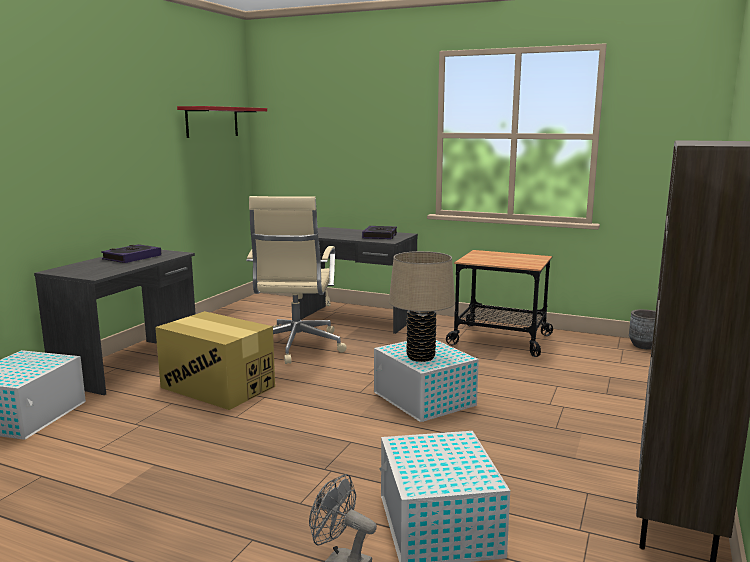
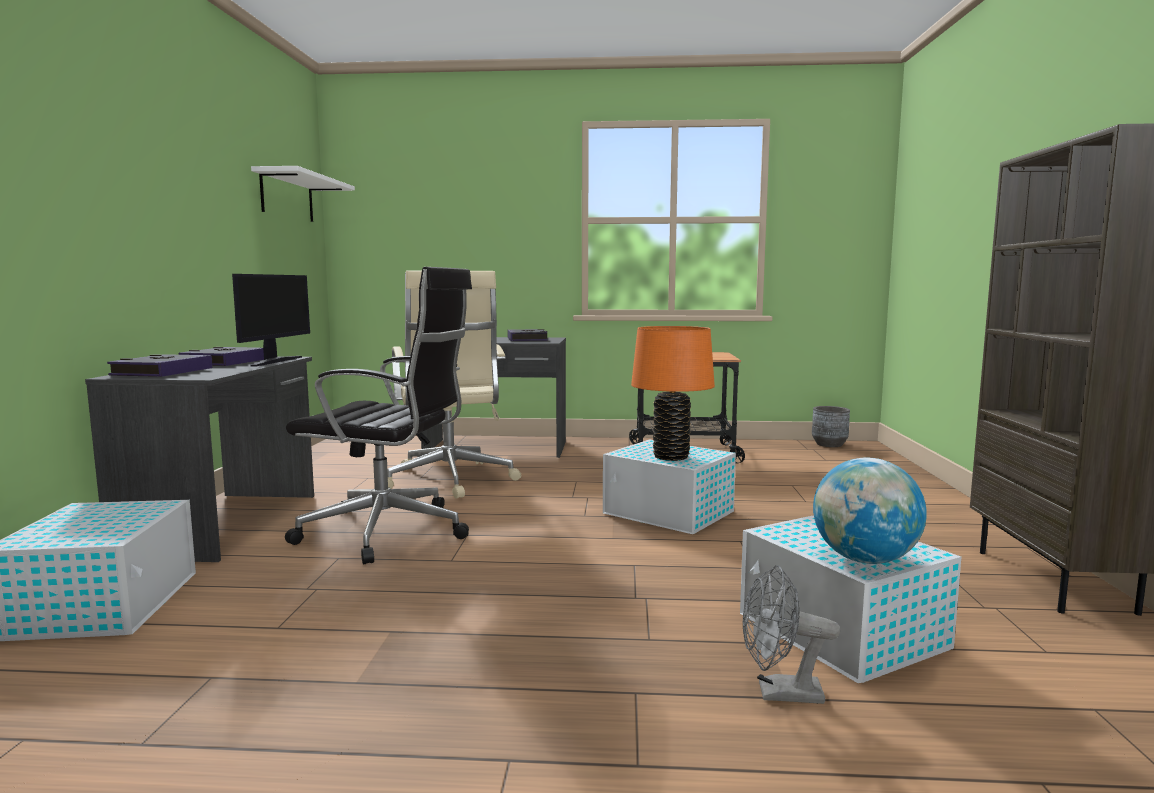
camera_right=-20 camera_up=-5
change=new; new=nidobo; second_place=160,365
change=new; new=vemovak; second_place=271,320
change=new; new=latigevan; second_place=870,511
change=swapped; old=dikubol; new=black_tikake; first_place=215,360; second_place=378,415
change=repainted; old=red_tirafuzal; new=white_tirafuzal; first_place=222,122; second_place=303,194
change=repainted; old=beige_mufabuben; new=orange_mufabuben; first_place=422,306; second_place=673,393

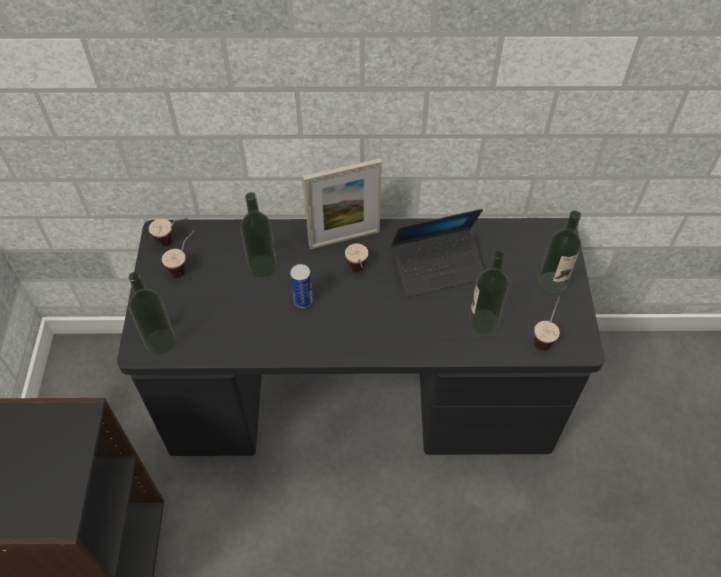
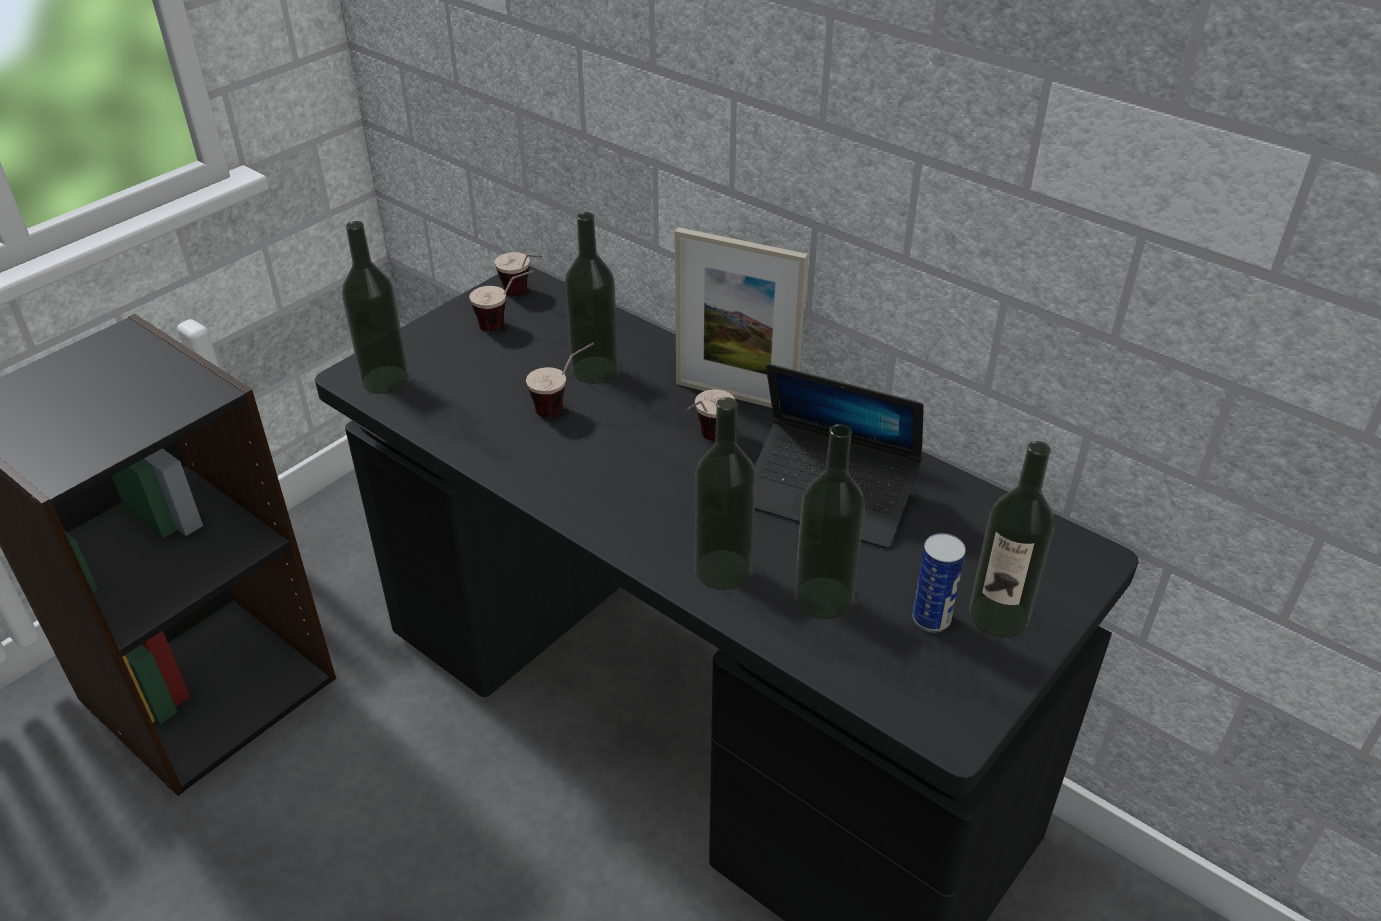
camera_right=40 camera_up=-15
change=new; new=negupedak; second_place=725,493
change=shifted; old=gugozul; first_place=301,286; second_place=939,583
change=shifted; old=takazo; first_place=547,323; second_place=560,380

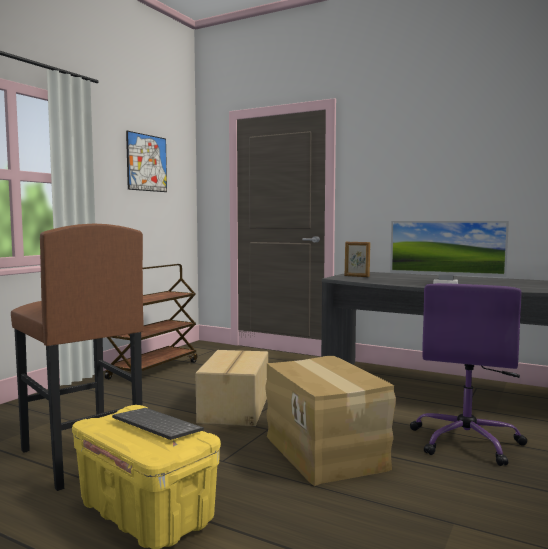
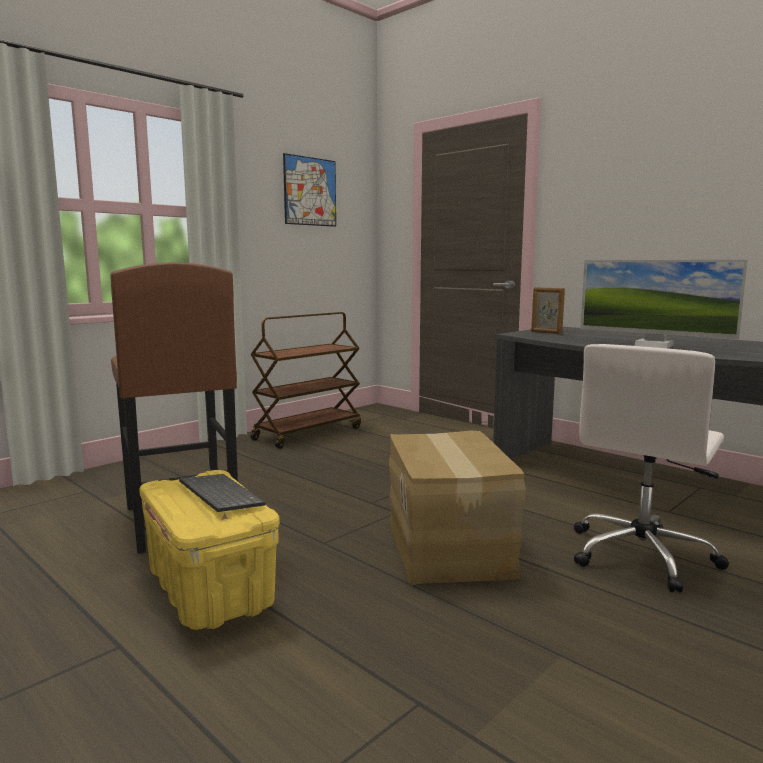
camera_right=15 camera_up=5
change=gone; old=dikubol; first_place=232,388
change=repainted; old=purple_tikake; new=white_tikake; first_place=469,374; second_place=651,468

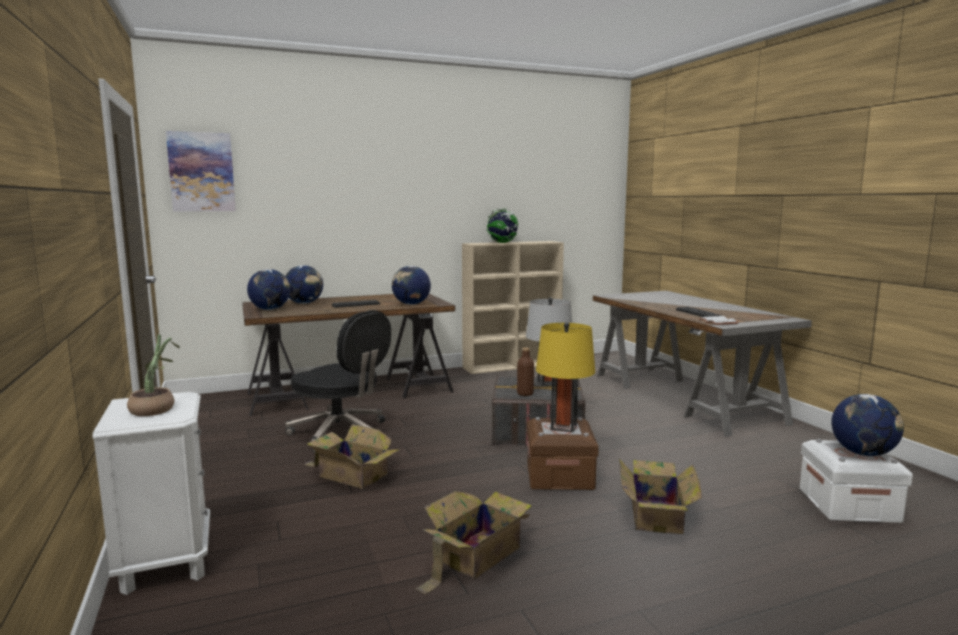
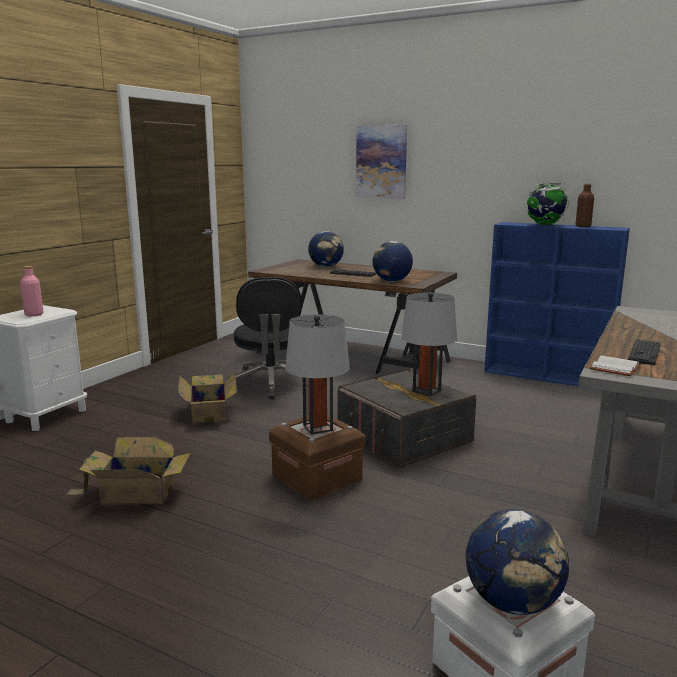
camera_right=50 camera_up=5
change=gone; old=latigevan; first_place=268,289
change=gone; old=dikubol; first_place=660,496
change=shifted; old=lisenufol; first_place=201,171; second_place=381,162
change=shifted; old=brown_negupedak; first_place=525,372; second_place=585,205
change=swapped; old=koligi; new=pink_negupedak; first_place=153,375; second_place=32,291
change=repainted; old=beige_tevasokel; new=blue_tevasokel; first_place=513,307; second_place=557,306
change=repainted; old=yellow_mufabuben; new=grey_mufabuben; first_place=565,377; second_place=317,374

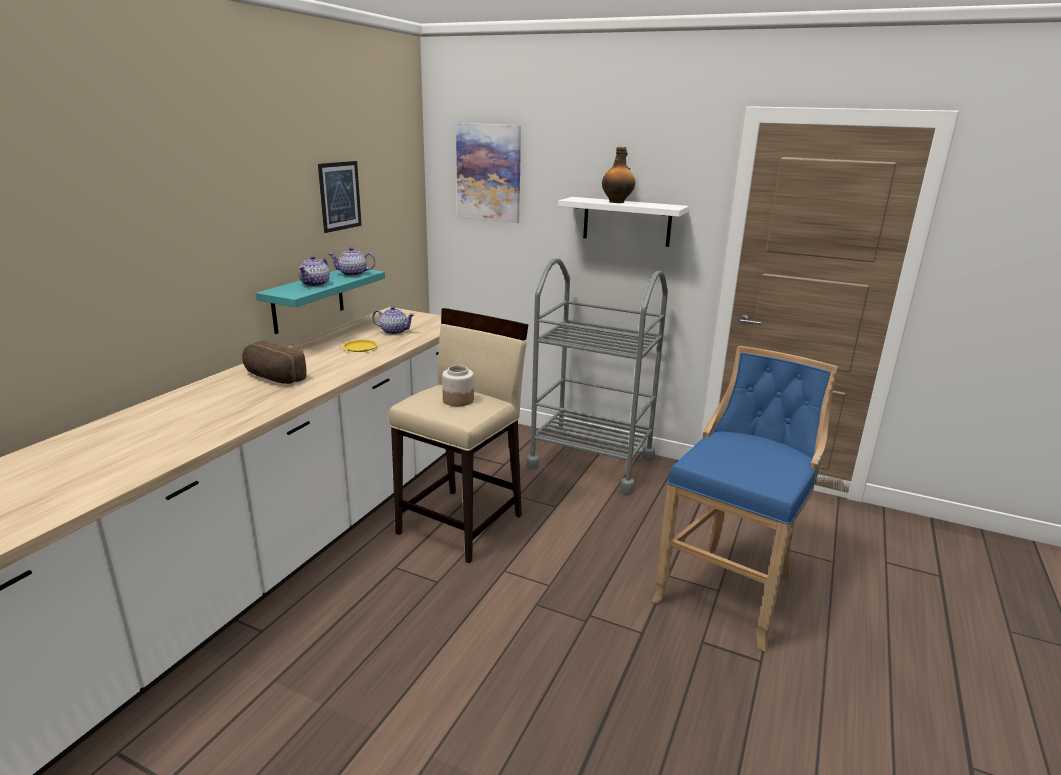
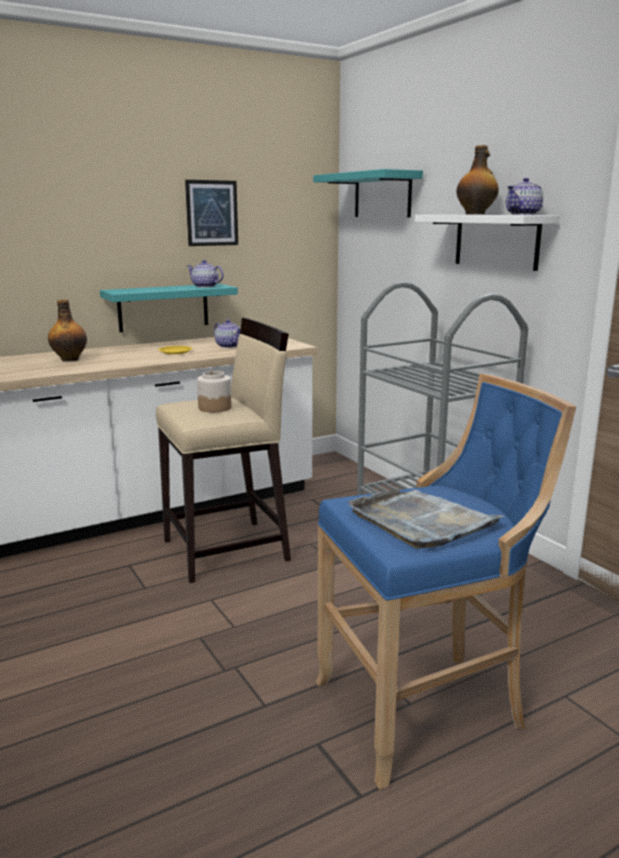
camera_right=35 camera_up=-5
change=new; new=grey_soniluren; second_place=426,519
change=shifted; old=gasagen; first_place=314,271; second_place=524,196
change=swapped; old=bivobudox; new=negupedak; first_place=274,362; second_place=67,330
change=swapped; old=lisenufol; new=turquoise_tirafuzal; first_place=488,173; second_place=368,193

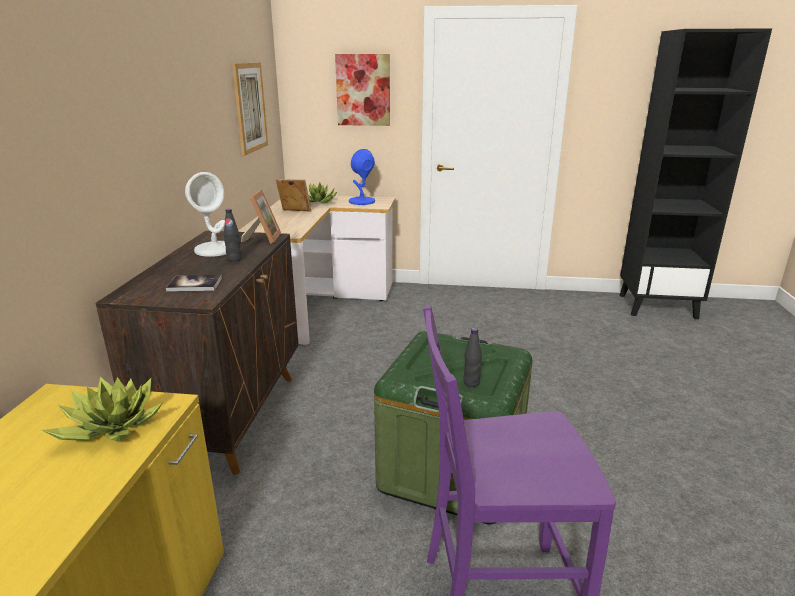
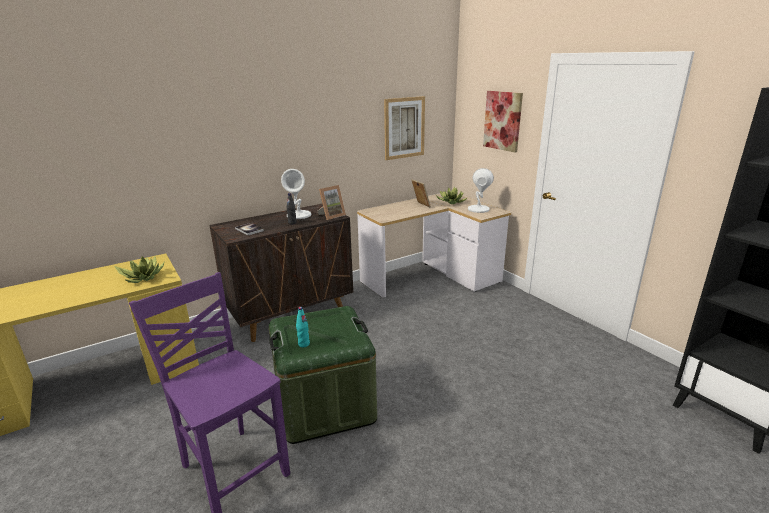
camera_right=50 camera_up=0
change=repainted; old=blue_mufabuben; new=white_mufabuben; first_place=362,177; second_place=481,190
change=repainted; old=black_negupedak; new=turquoise_negupedak; first_place=472,357; second_place=303,327

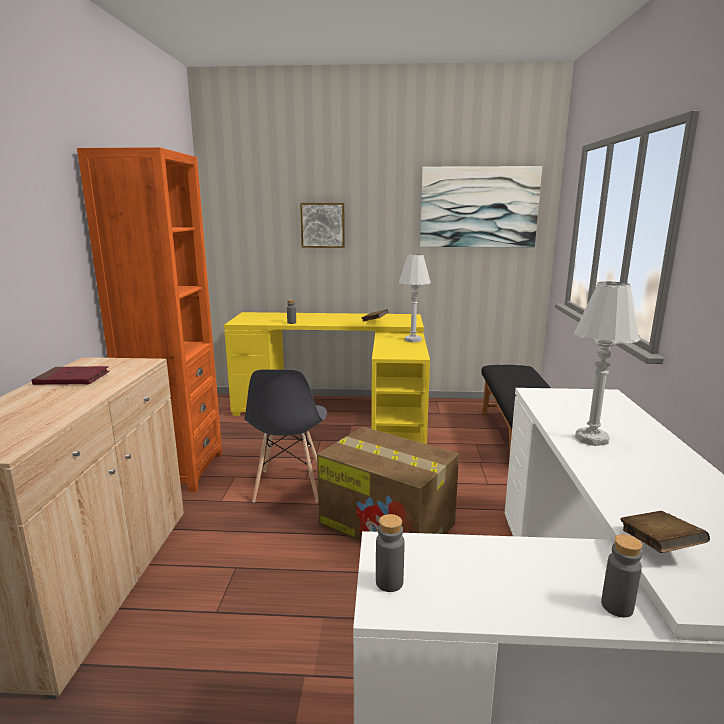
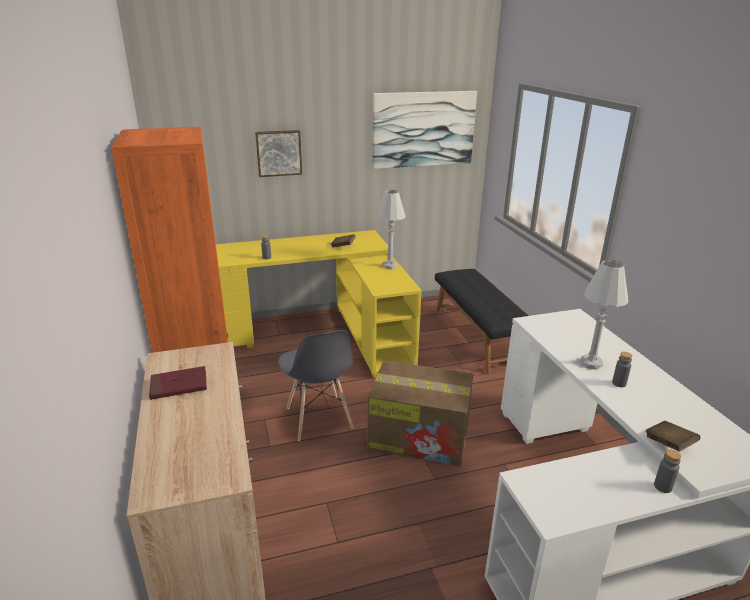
camera_right=-20 camera_up=10
change=shifted; old=grey_negupedak; first_place=390,553; second_place=622,369

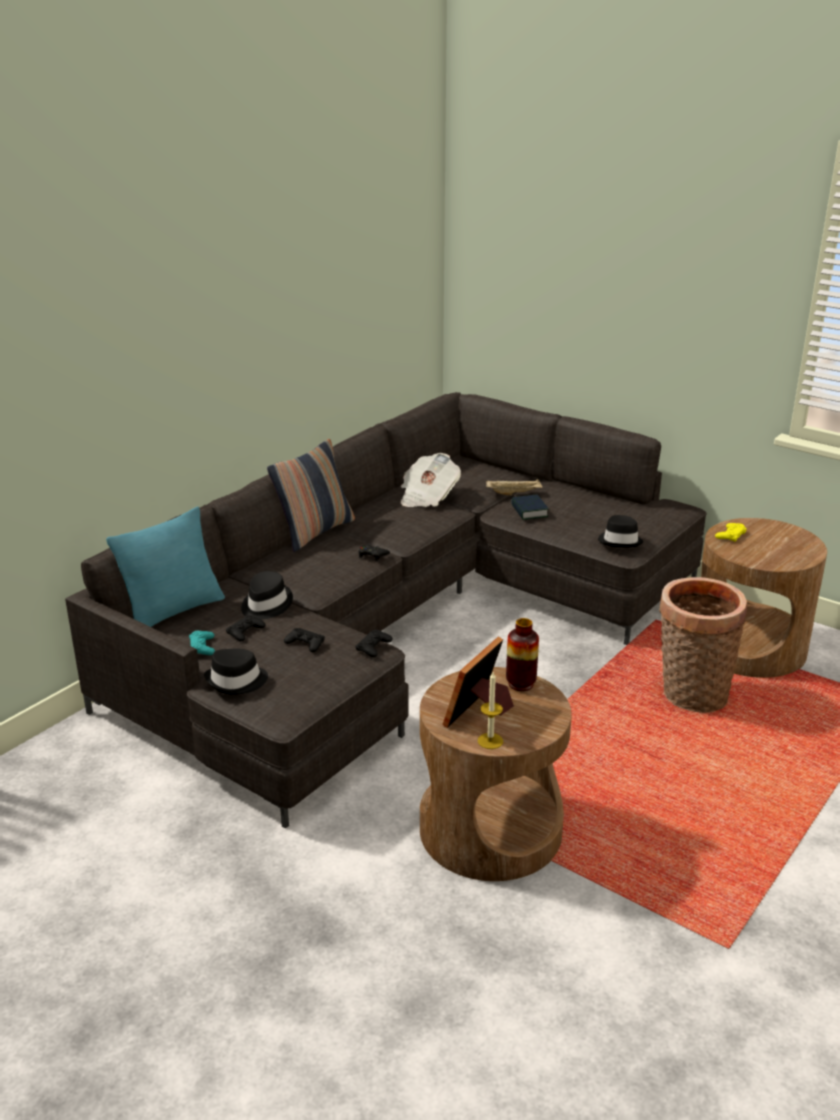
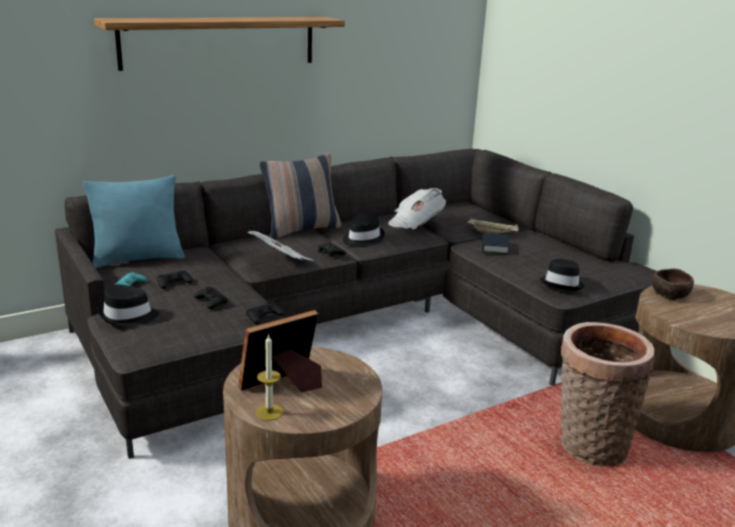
camera_right=20 camera_up=-5
change=gone; old=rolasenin; first_place=522,654
change=new; new=tirafuzal; second_place=219,44
change=new; new=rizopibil; second_place=279,245
change=shifted; old=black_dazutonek; first_place=267,595; second_place=364,230
change=swapped; old=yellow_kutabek; new=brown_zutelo; first_place=731,532; second_place=673,284

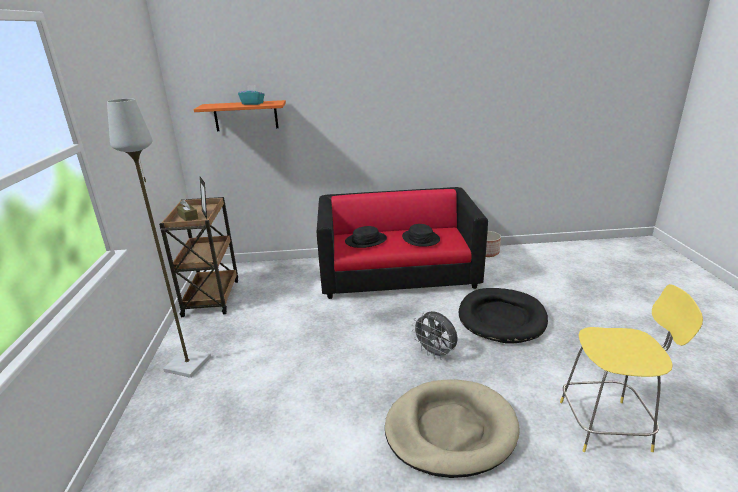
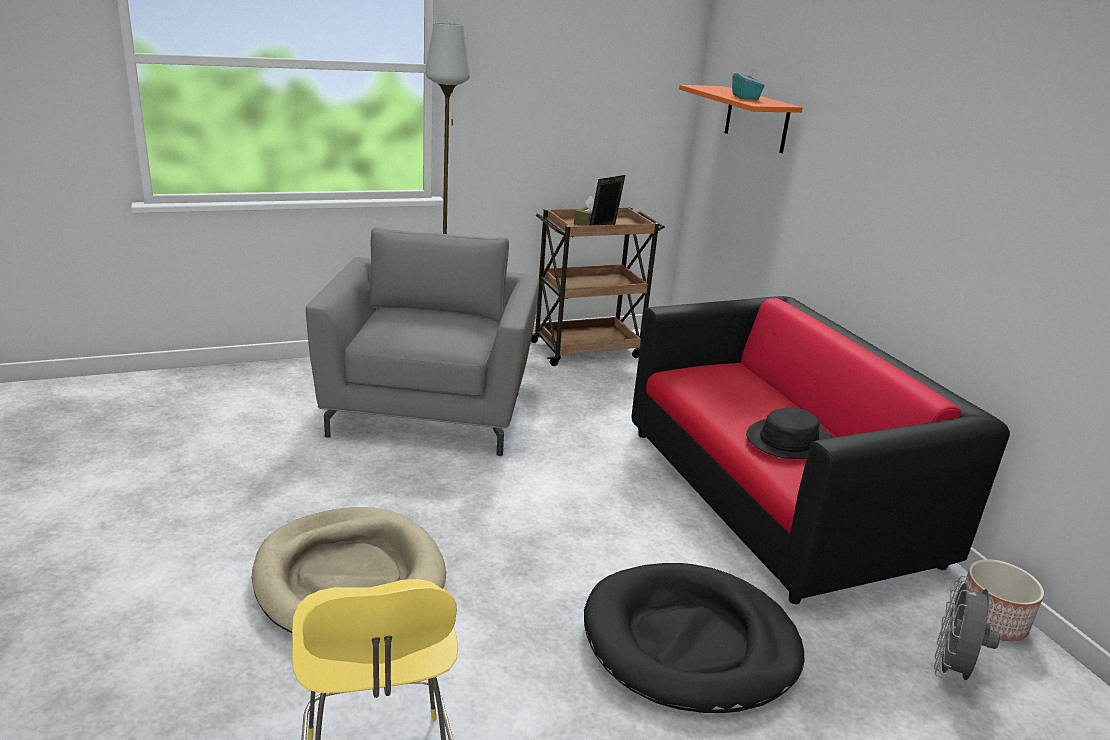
camera_right=70 camera_up=0
change=gone; old=black_dazutonek; first_place=366,237
change=new; new=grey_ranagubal; second_place=422,341
change=shifted; old=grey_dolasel; first_place=435,335; second_place=967,628

